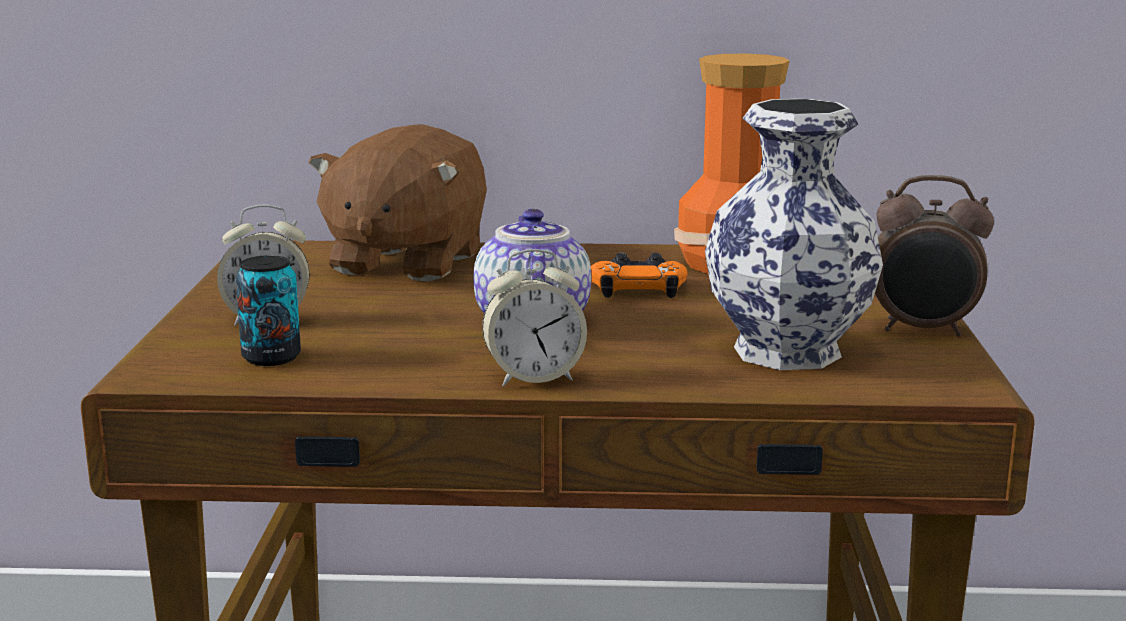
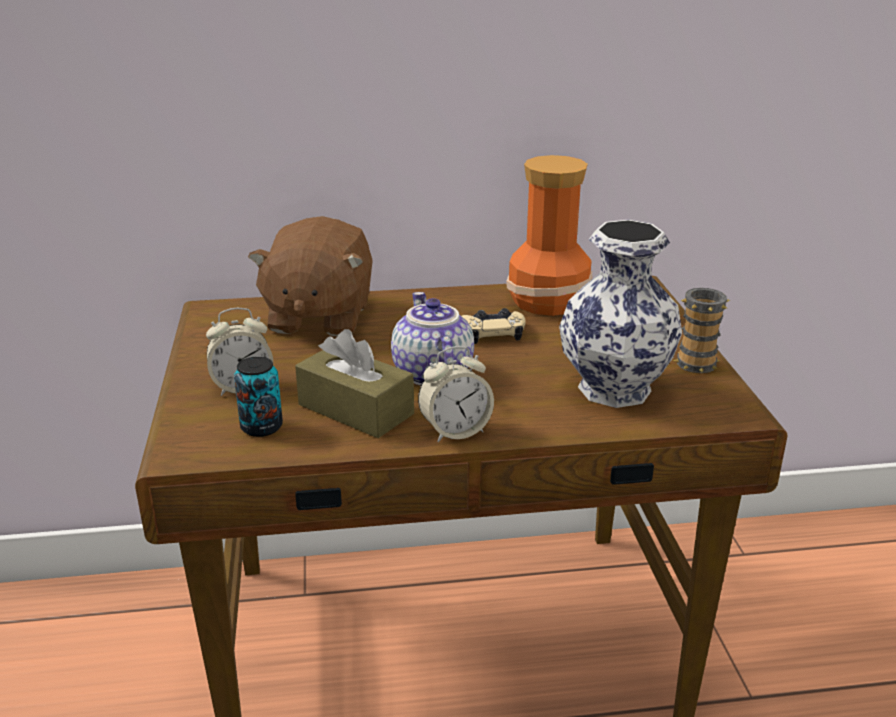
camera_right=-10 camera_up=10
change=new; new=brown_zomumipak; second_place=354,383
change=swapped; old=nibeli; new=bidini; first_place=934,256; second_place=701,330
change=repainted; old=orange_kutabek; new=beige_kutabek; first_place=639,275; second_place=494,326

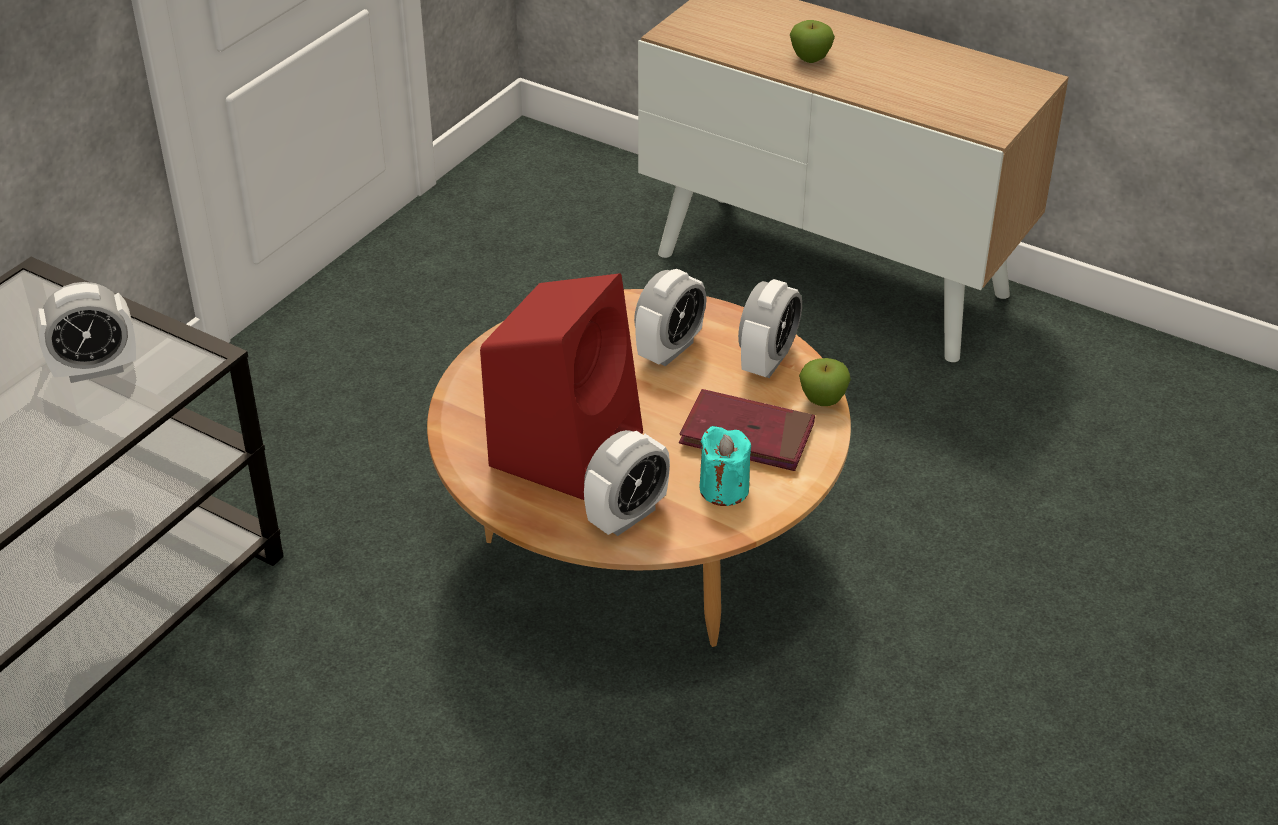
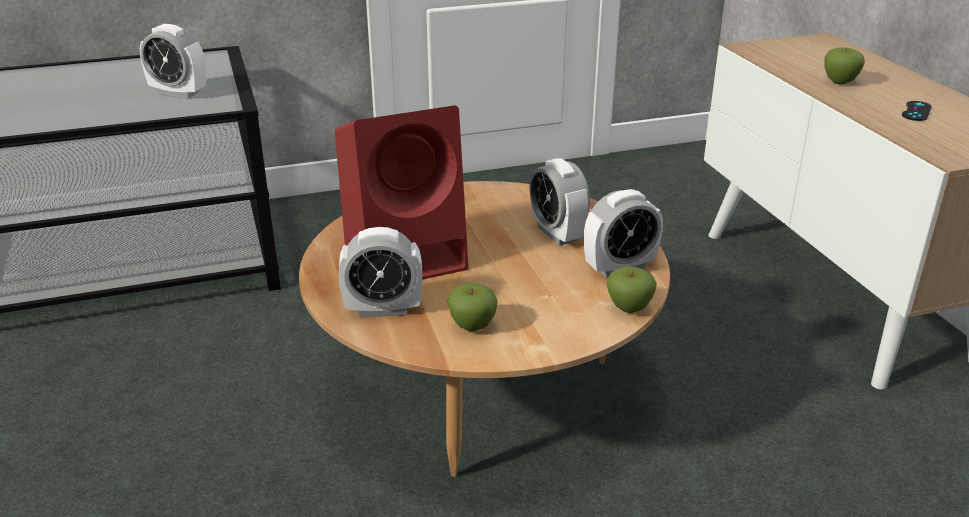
camera_right=40 camera_up=-10
change=gone; old=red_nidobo; first_place=747,430
change=new; new=black_kutabek; second_place=917,111
change=swapped; old=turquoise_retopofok; new=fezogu; first_place=725,466; second_place=473,307
change=rotated; old=nibeli; first_place=670,317; second_place=559,202; degrees=75

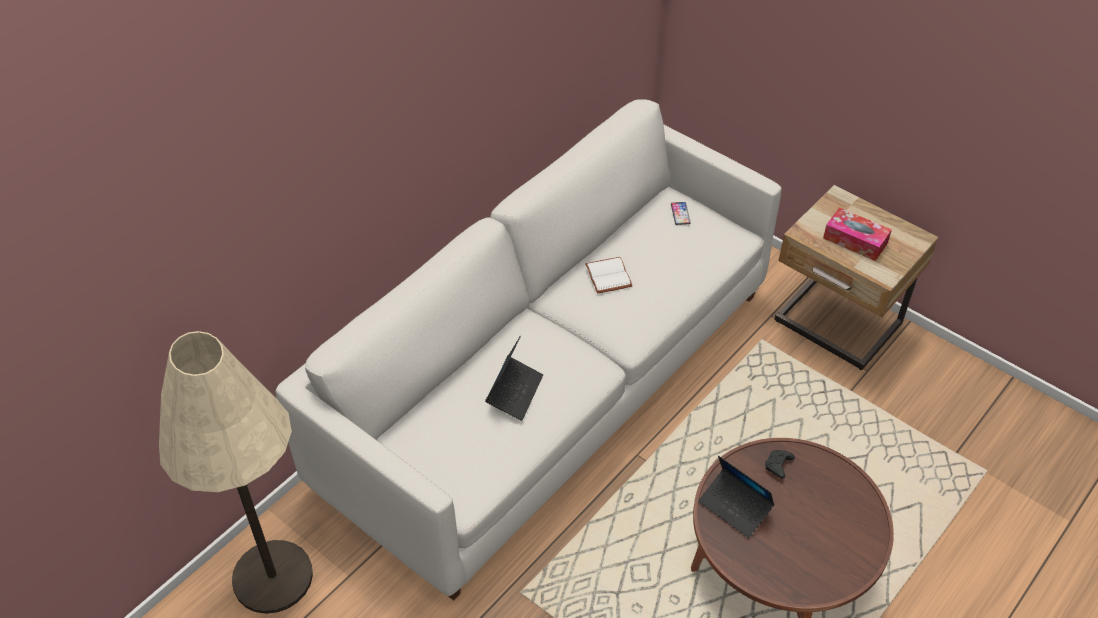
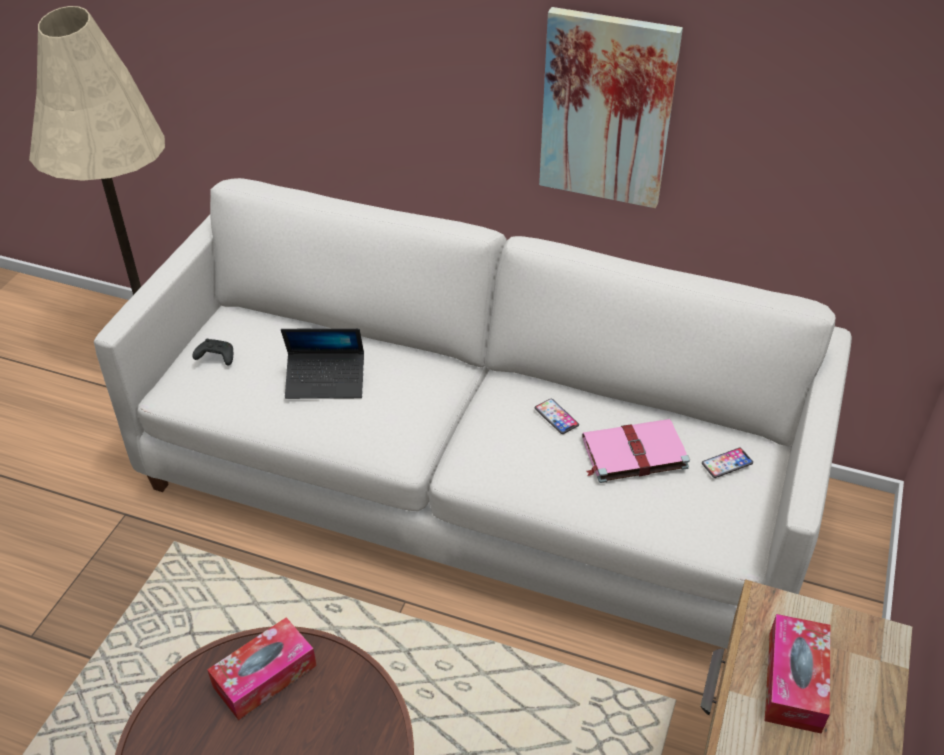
camera_right=70 camera_up=-5
change=new; new=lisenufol; second_place=611,107
change=new; new=pink_nidobo; second_place=636,451
change=shifted; old=black_kutabek; first_place=780,464; second_place=212,352
change=swapped; old=white_nidobo; new=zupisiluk; first_place=608,275; second_place=557,416
change=swapped; old=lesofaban; new=zomumipak; first_place=736,497; second_place=262,668

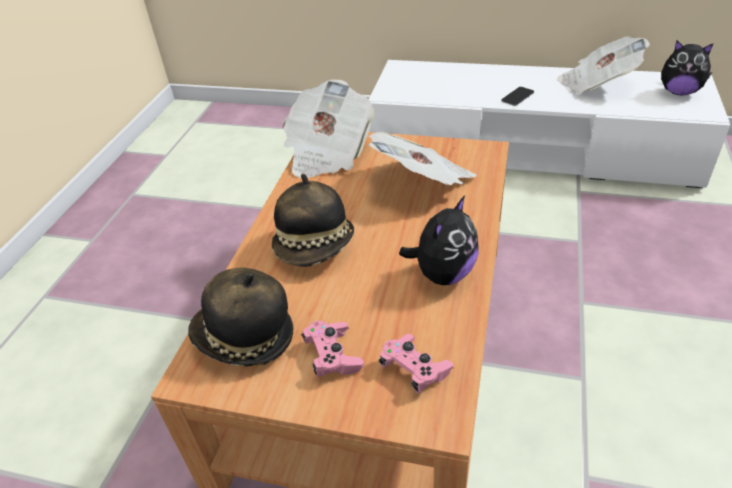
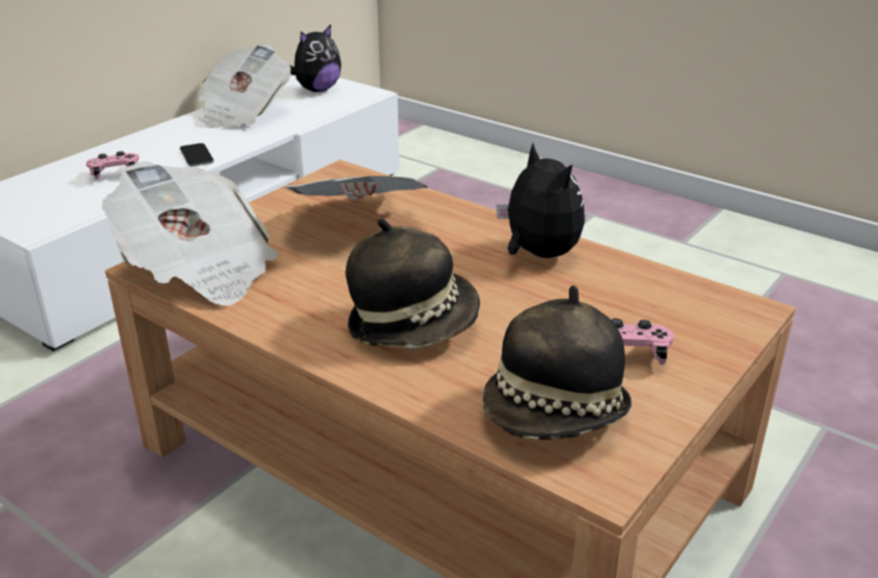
camera_right=-70 camera_up=-10
change=shifted; old=pink_kutabek; first_place=416,364; second_place=112,165

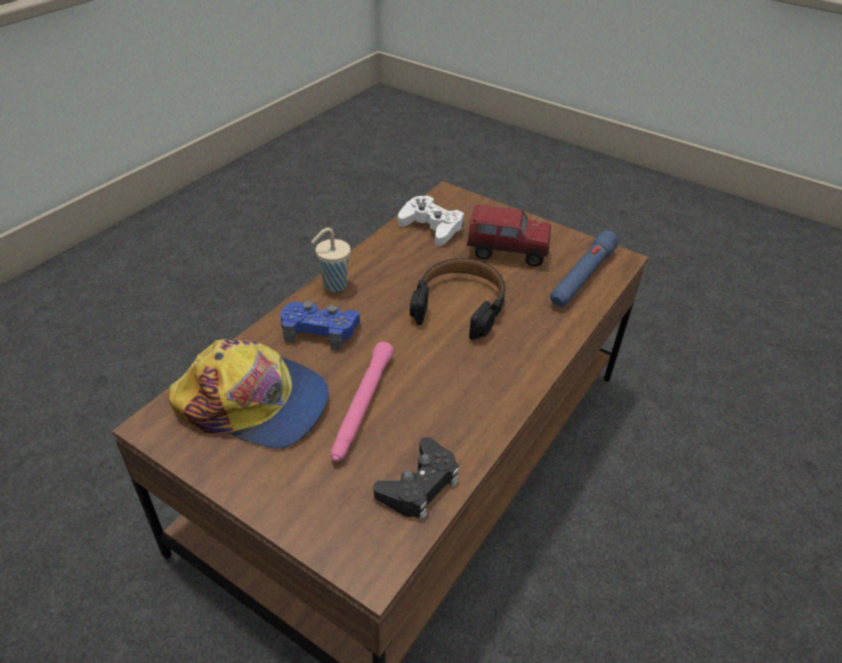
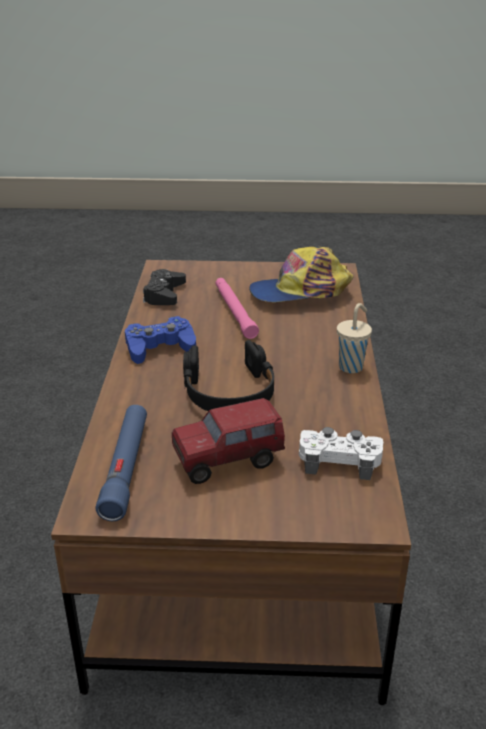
camera_right=150 camera_up=-10
change=shifted; old=blue_kutabek; first_place=320,325; second_place=160,340

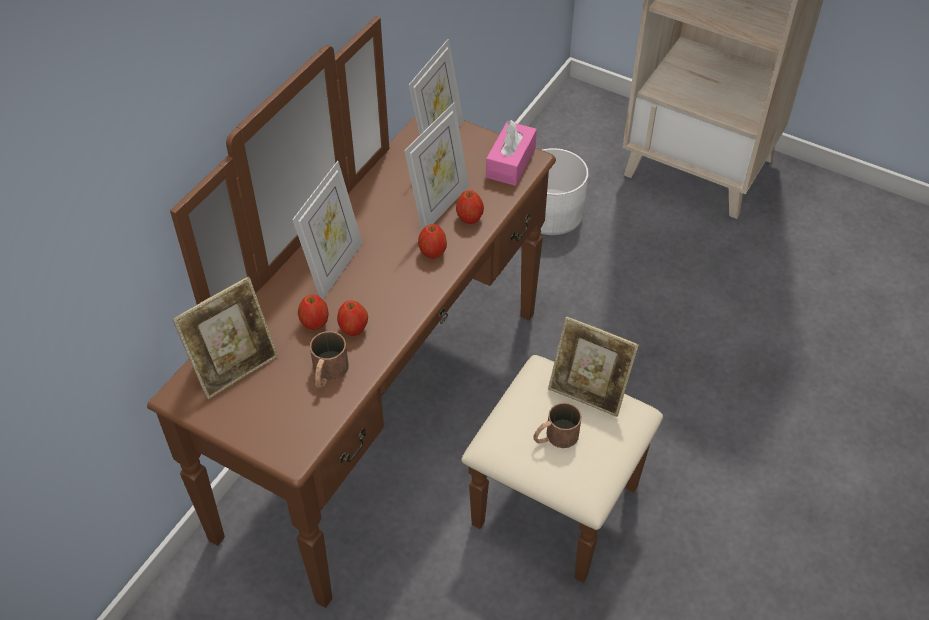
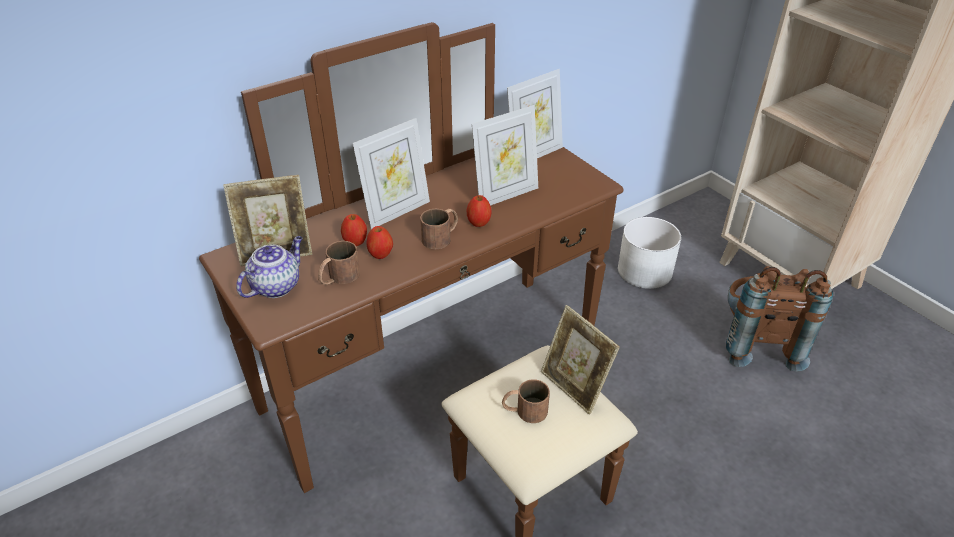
camera_right=25 camera_up=-10
change=gone; old=fezogu; first_place=470,207
change=gone; old=pink_zomumipak; first_place=511,153
change=new; new=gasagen; second_place=269,267
change=new; new=brown_bidini; second_place=439,229
change=new; new=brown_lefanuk; second_place=779,319

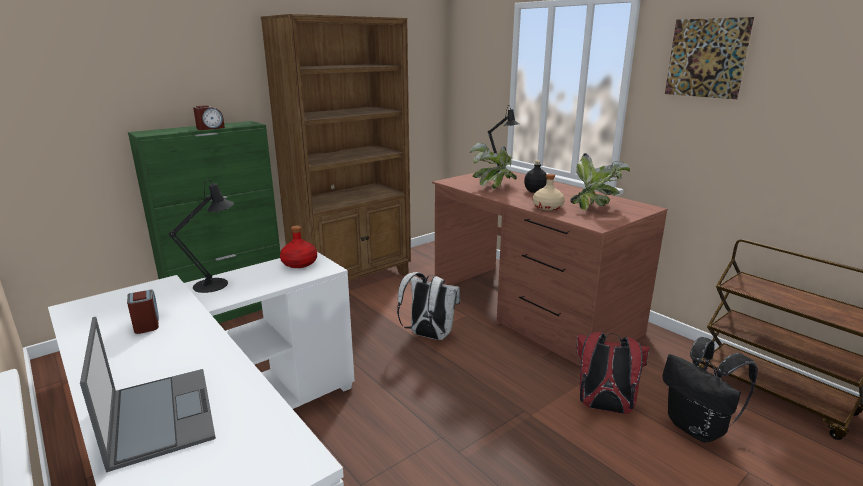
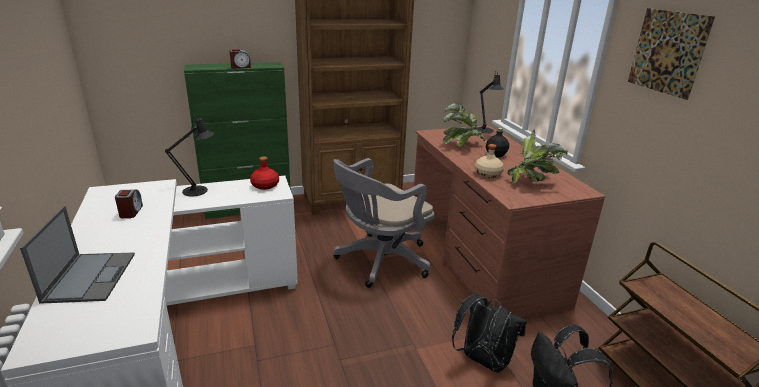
camera_right=20 camera_up=5
change=swapped; old=white_lefanuk; new=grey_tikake; first_place=428,306; second_place=383,223
change=repainted; old=red_lefanuk; new=black_lefanuk; first_place=613,373; second_place=489,333

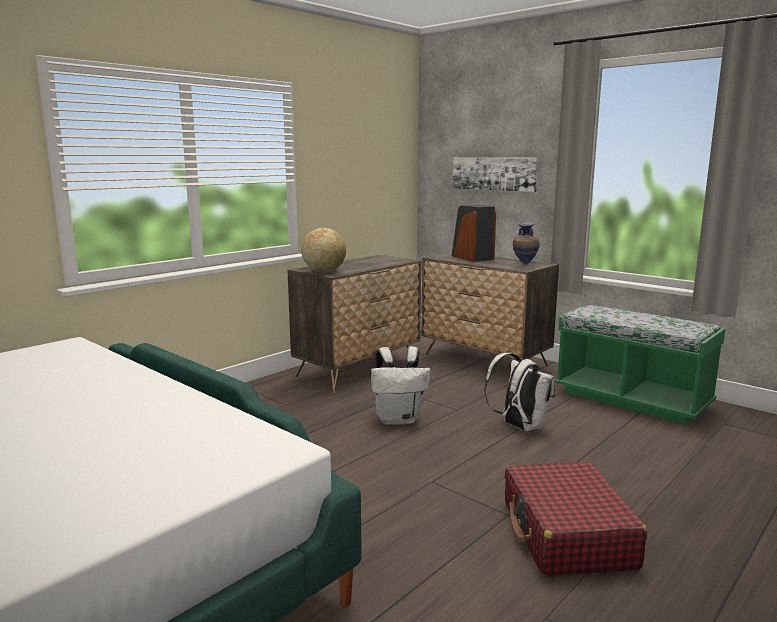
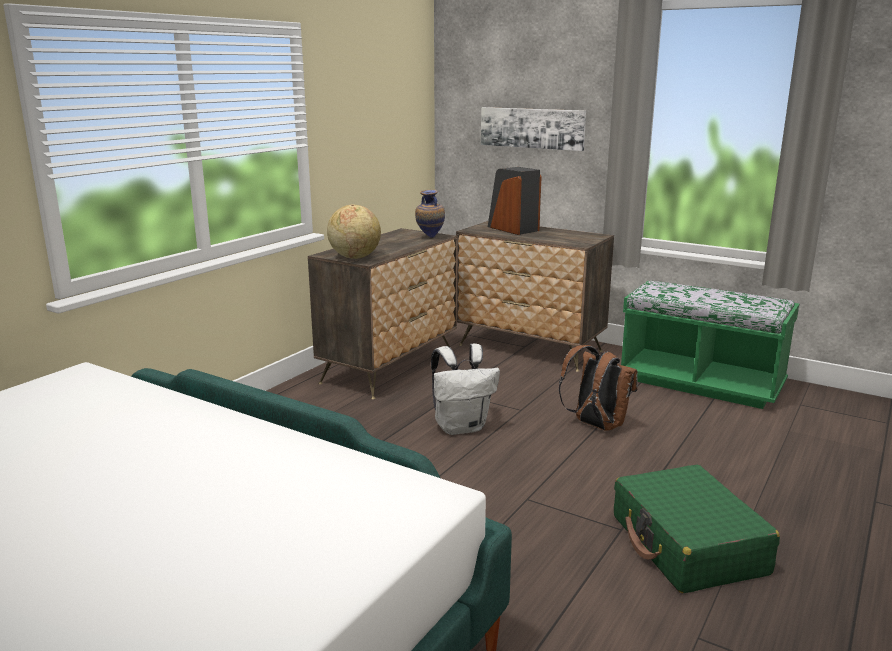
camera_right=-10 camera_up=5
change=shifted; old=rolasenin; first_place=526,243; second_place=430,214
change=repainted; old=white_lefanuk; new=brown_lefanuk; first_place=519,392; second_place=598,388
change=repainted; old=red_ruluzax; new=green_ruluzax; first_place=576,518; second_place=697,529

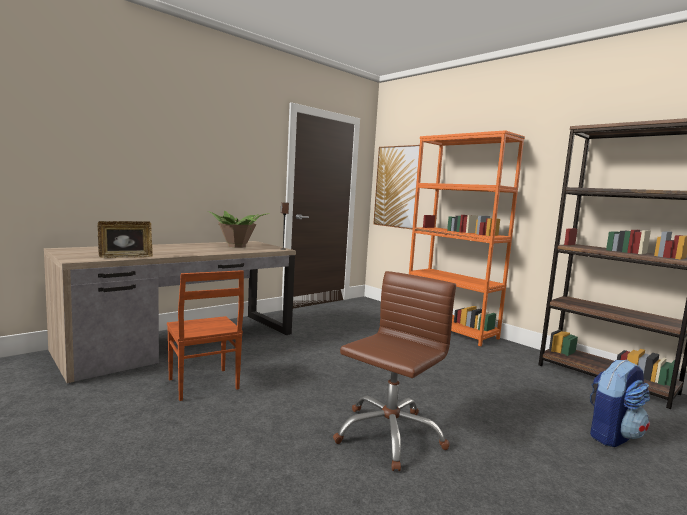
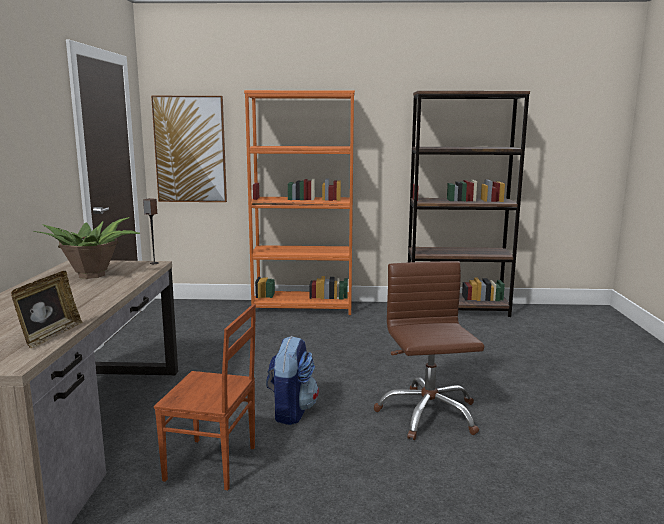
camera_right=-45 camera_up=5
change=shifted; old=lefanuk; first_place=620,403; second_place=292,380

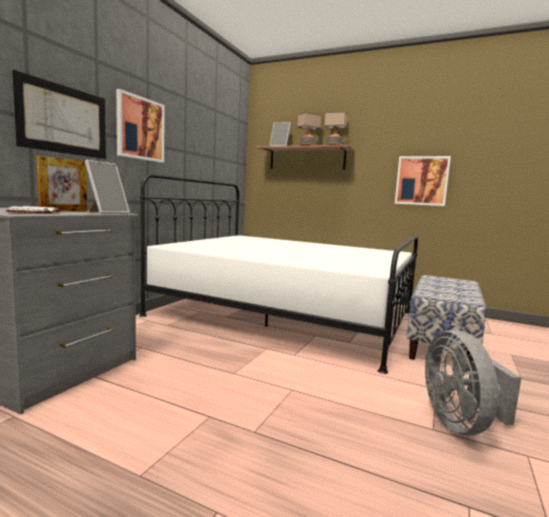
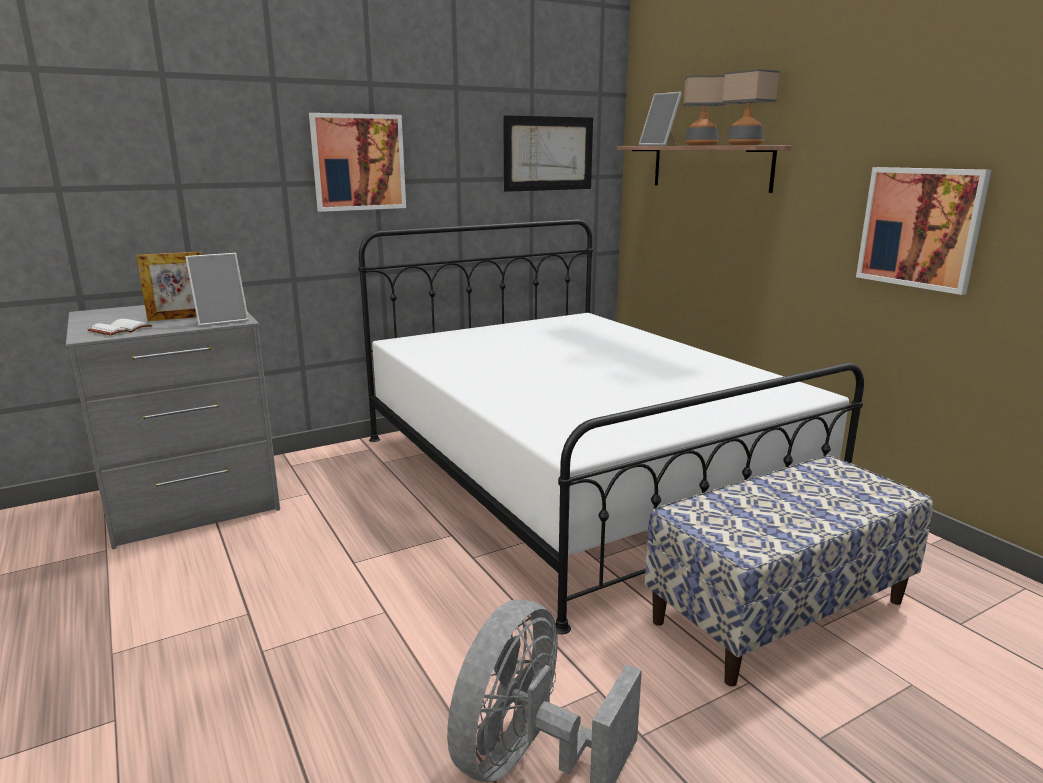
camera_right=35 camera_up=10
change=shifted; old=lisenufol; first_place=59,114; second_place=548,153

